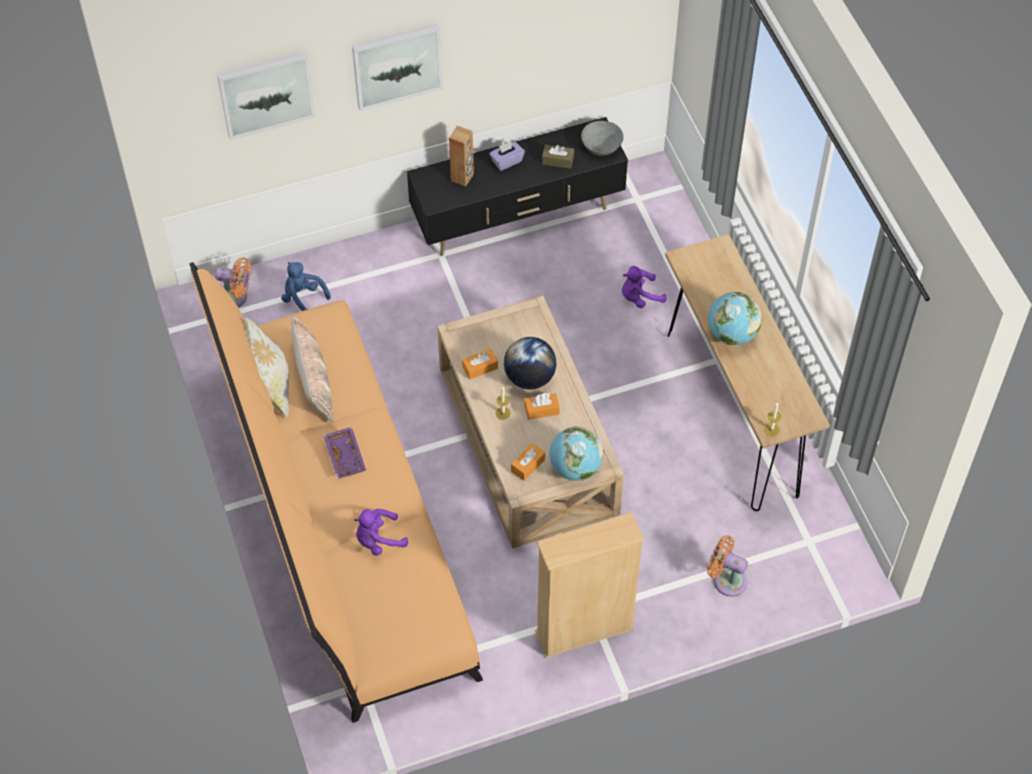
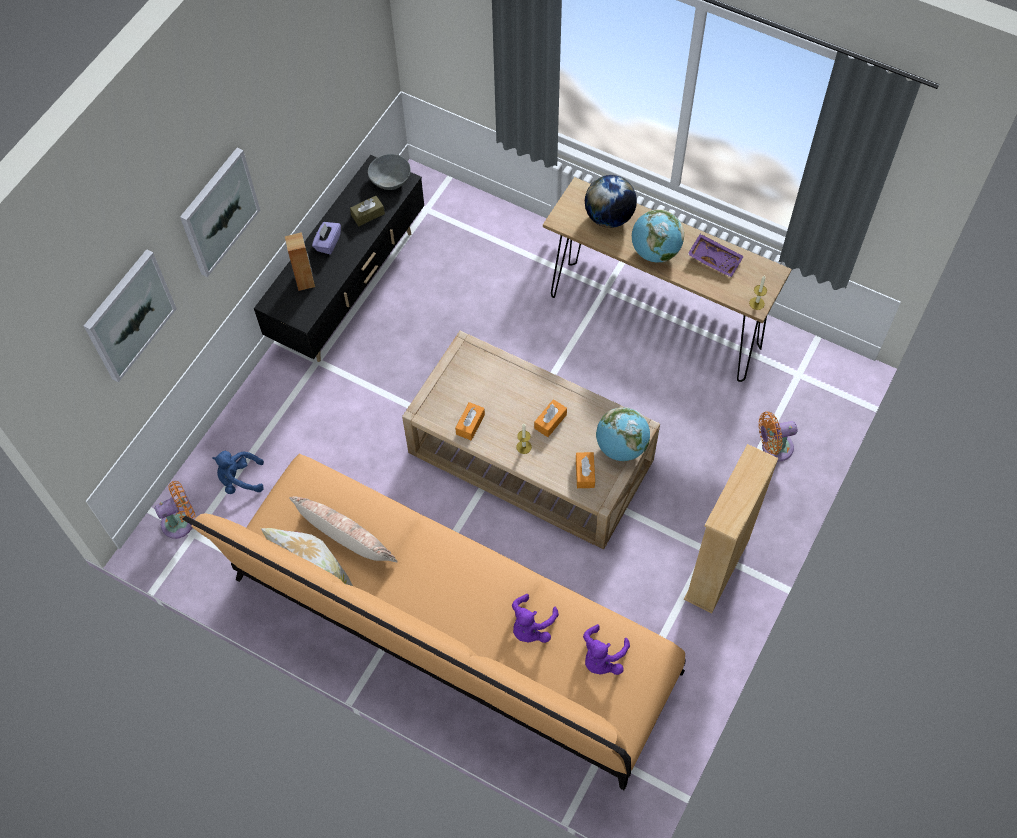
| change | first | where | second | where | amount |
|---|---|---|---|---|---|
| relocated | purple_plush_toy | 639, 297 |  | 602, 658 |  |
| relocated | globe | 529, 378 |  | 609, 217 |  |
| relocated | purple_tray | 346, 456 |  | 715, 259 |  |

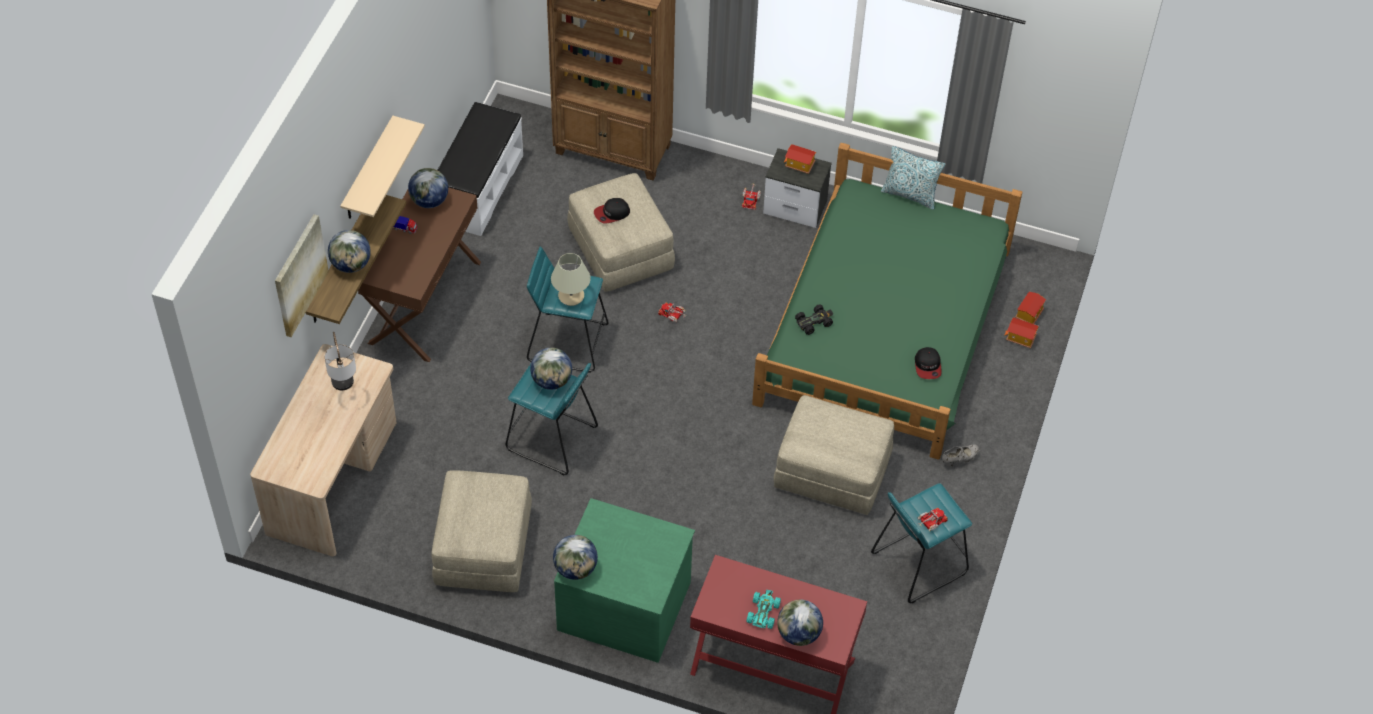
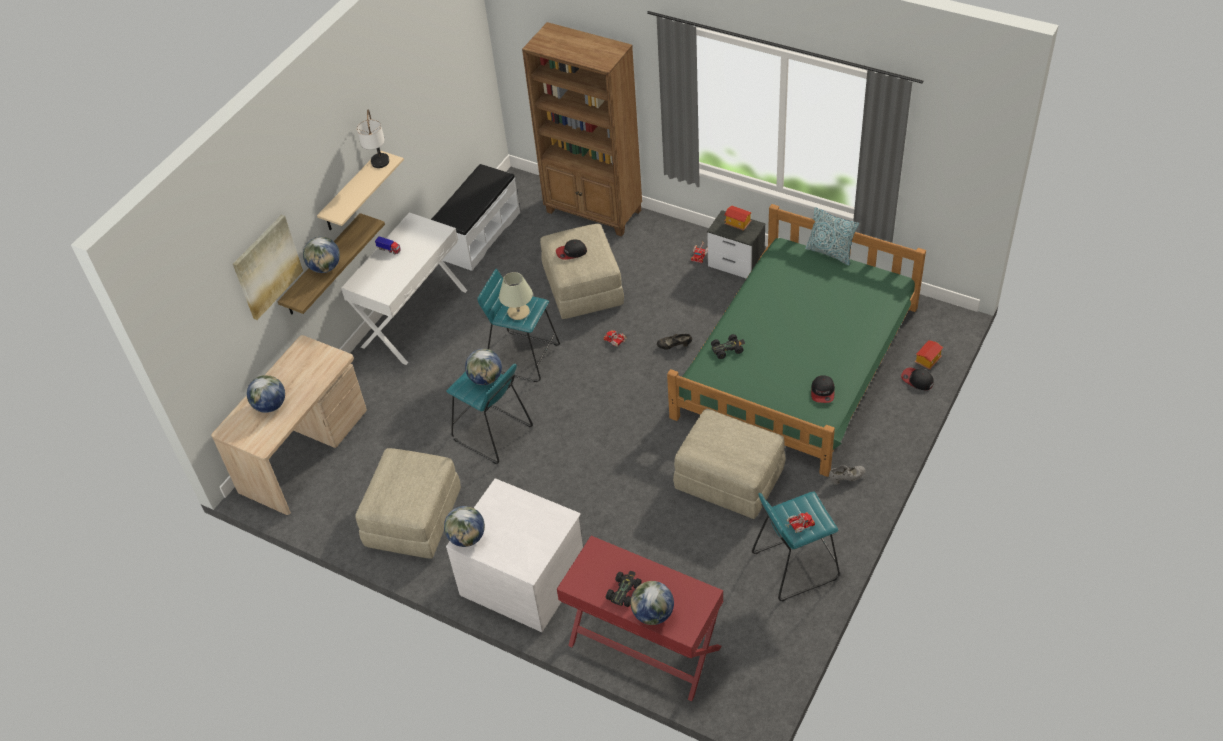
| change | first | where | second | where | amount |
|---|---|---|---|---|---|
| relocated | globe | 429, 201 |  | 270, 406 |  |
| colour | brown_console_table | 424, 302 | white_console_table | 414, 318 |  |
| exchanged | toy_house | 1020, 338 | cap | 917, 380 |  |
| relocated | table_lamp | 344, 390 |  | 380, 168 |  |
| colour | green_dresser | 625, 604 | white_dresser | 524, 578 |  |
| colour | turquoise_toy_car | 763, 612 | black_toy_car | 624, 591 |  |
| appeared |  |  | black_shoe | 674, 346 |  |

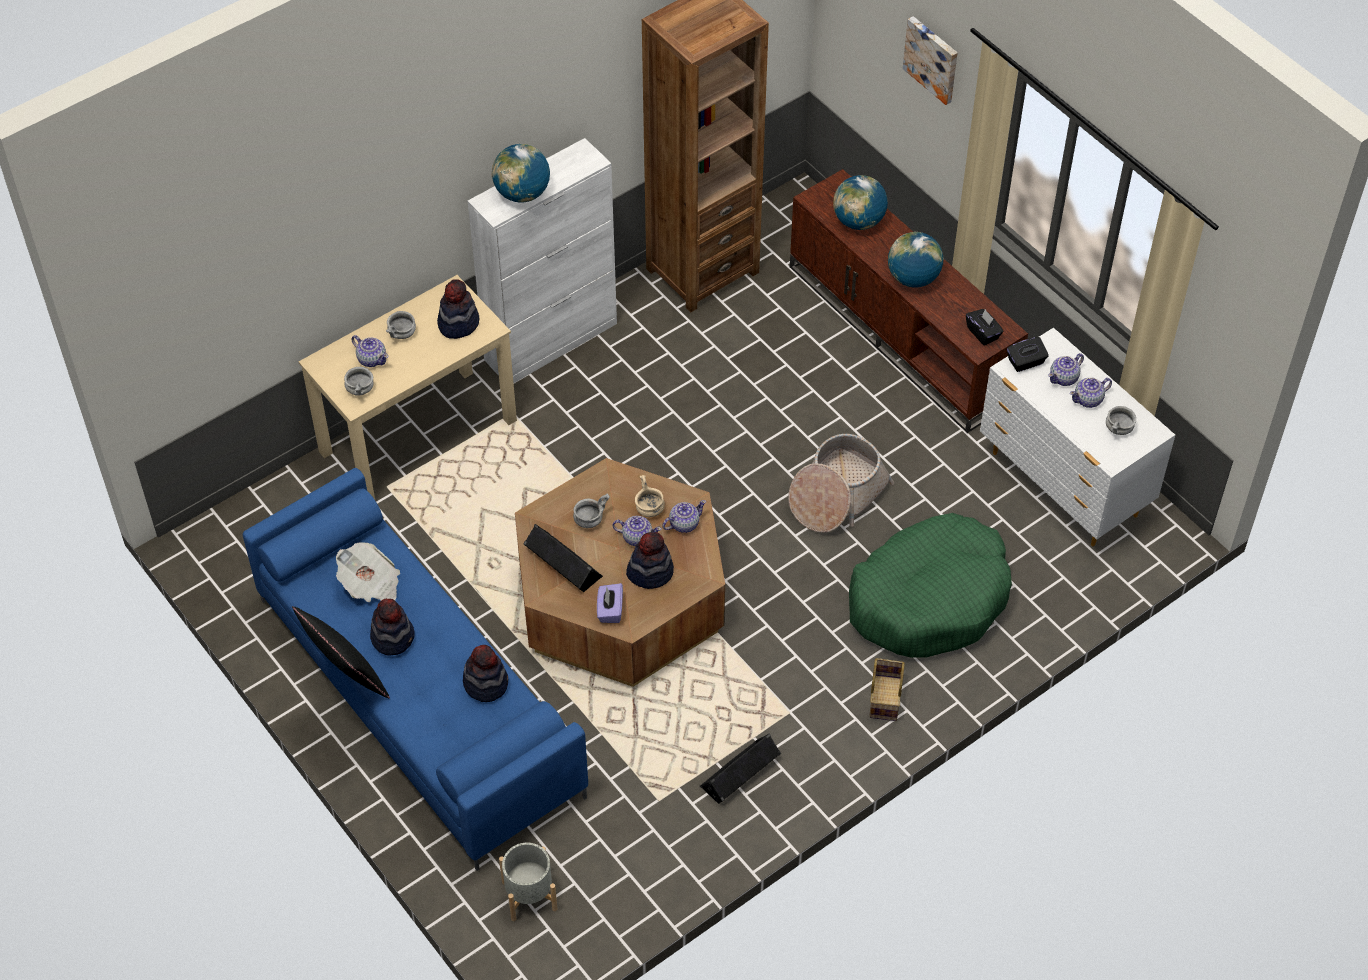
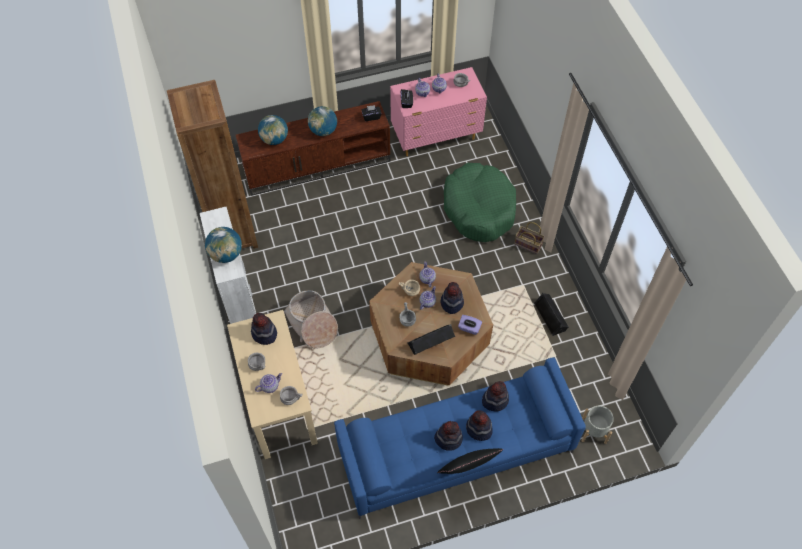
| change | first | where | second | where | amount |
|---|---|---|---|---|---|
| missing | picture | 932, 59 |  |  |  |
| colour | white_dresser | 1064, 486 | pink_dresser | 436, 137 |  |
| relocated | basket | 836, 495 |  | 312, 324 |  |
| missing | newspaper | 371, 584 |  |  |  |
| appeared |  |  | hat | 478, 429 |  |

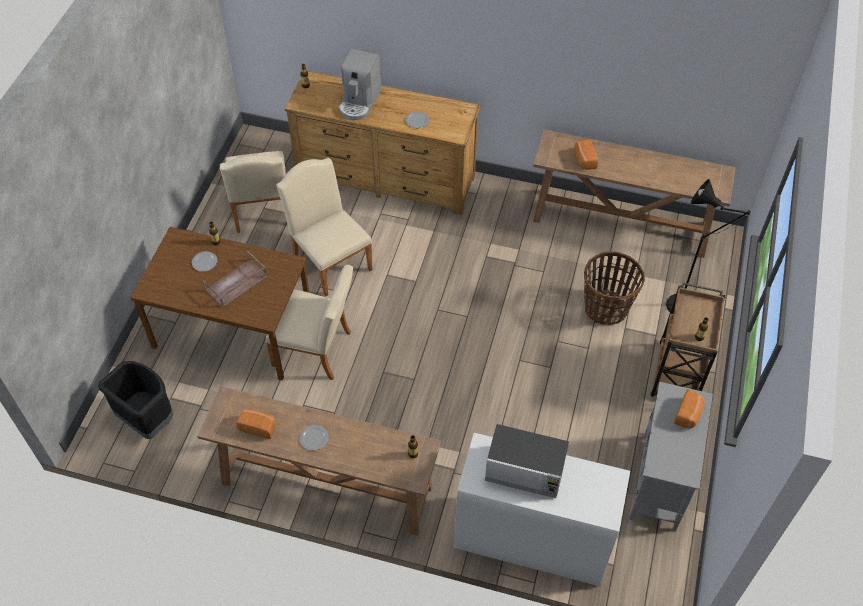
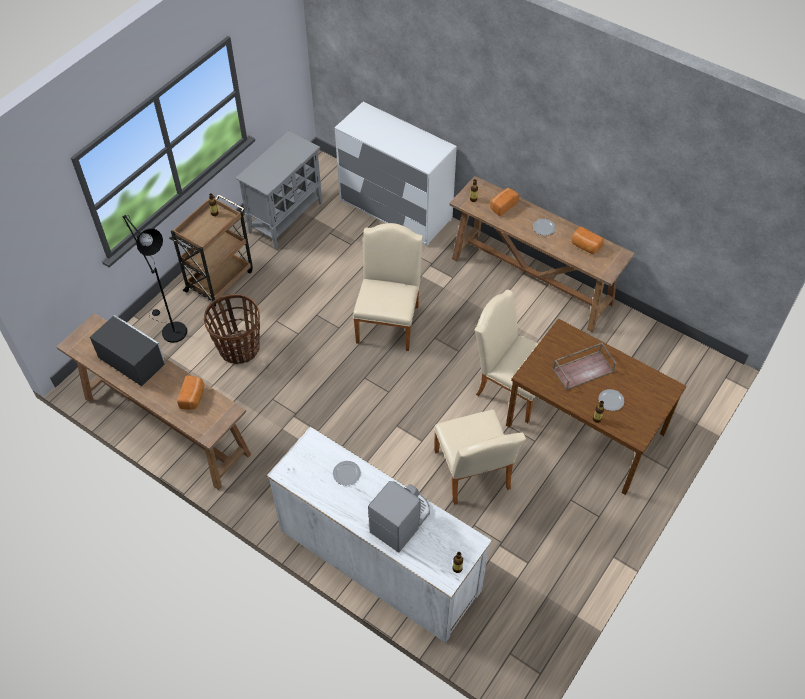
| change | first | where | second | where | amount |
|---|---|---|---|---|---|
| colour | brown_dresser | 386, 178 | white_dresser | 379, 560 |  |
| relocated | beige_chair | 262, 211 |  | 389, 320 |  |
| missing | black_trash_can | 147, 419 |  |  |  |
| relocated | bread | 688, 414 |  | 502, 206 |  |
| relocated | microwave | 525, 471 |  | 131, 361 |  |

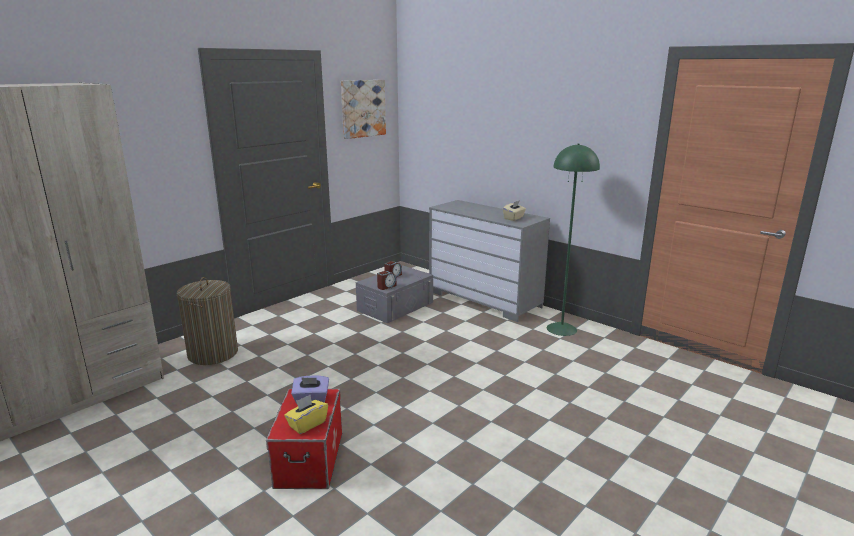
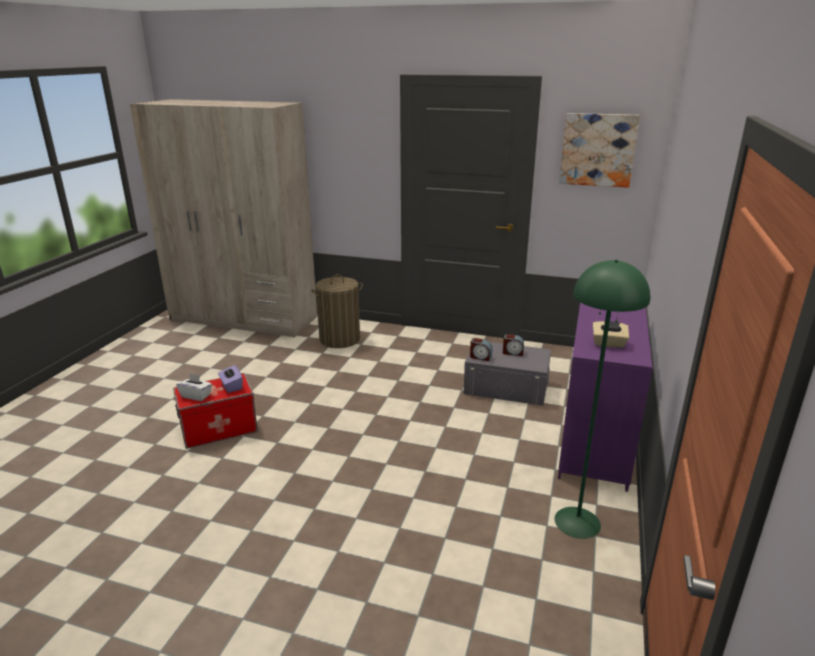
| change | first | where | second | where | amount |
|---|---|---|---|---|---|
| colour | grey_dresser | 484, 299 | purple_dresser | 596, 438 |  |
| colour | yellow_tissue_box | 307, 424 | white_tissue_box | 196, 395 |  |

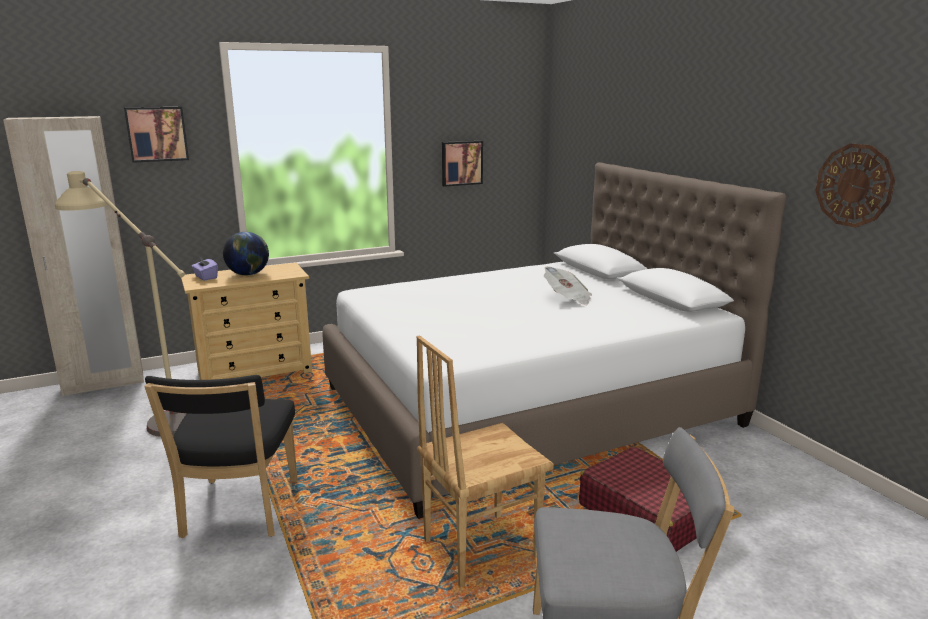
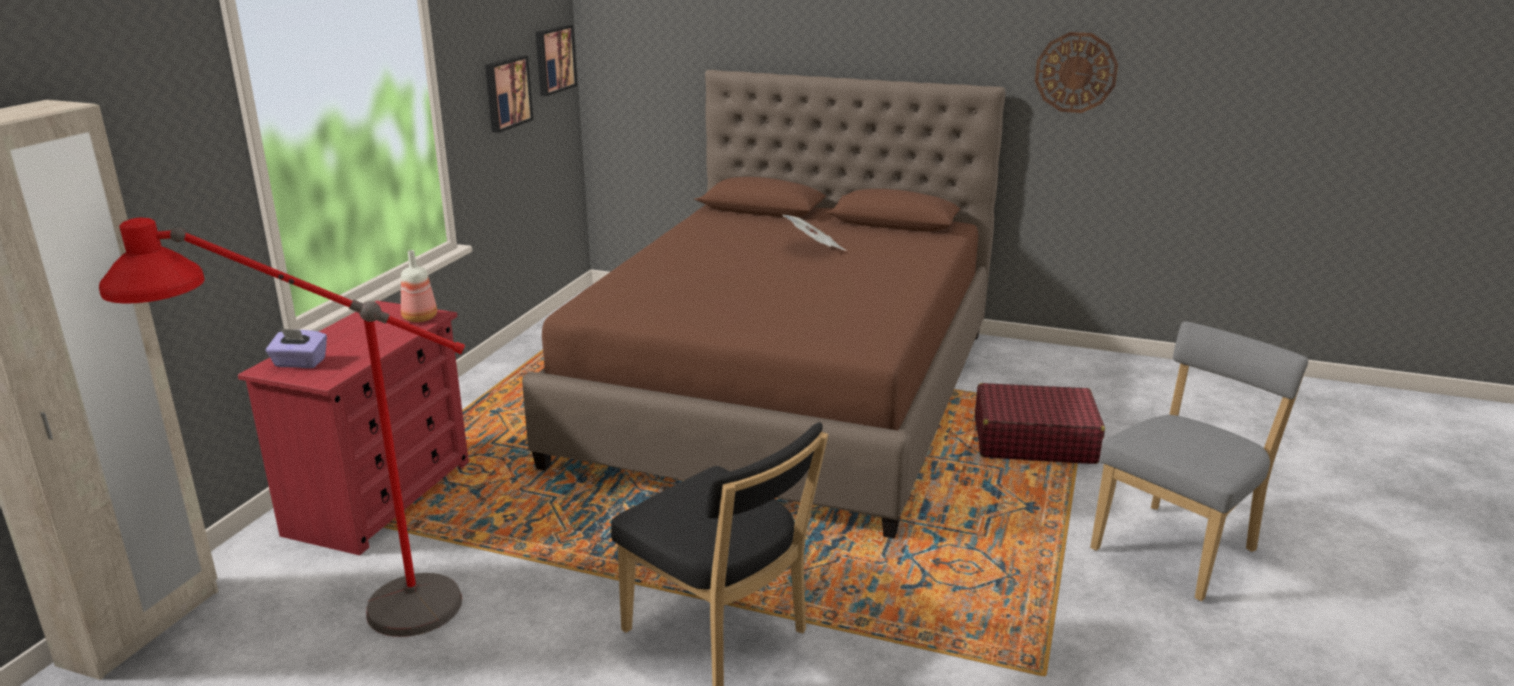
| change | first | where | second | where | amount |
|---|---|---|---|---|---|
| relocated | picture | 157, 134 |  | 553, 59 |  |
| colour | white_bed | 528, 406 | brown_bed | 786, 394 |  |
| colour | beige_floor_lamp | 151, 414 | red_floor_lamp | 345, 616 |  |
| missing | globe | 248, 274 |  |  |  |
| colour | beige_dresser | 255, 371 | red_dresser | 380, 497 |  |
| missing | brown_chair | 479, 549 |  |  |  |
| appeared |  |  | bottle | 420, 318 |  |

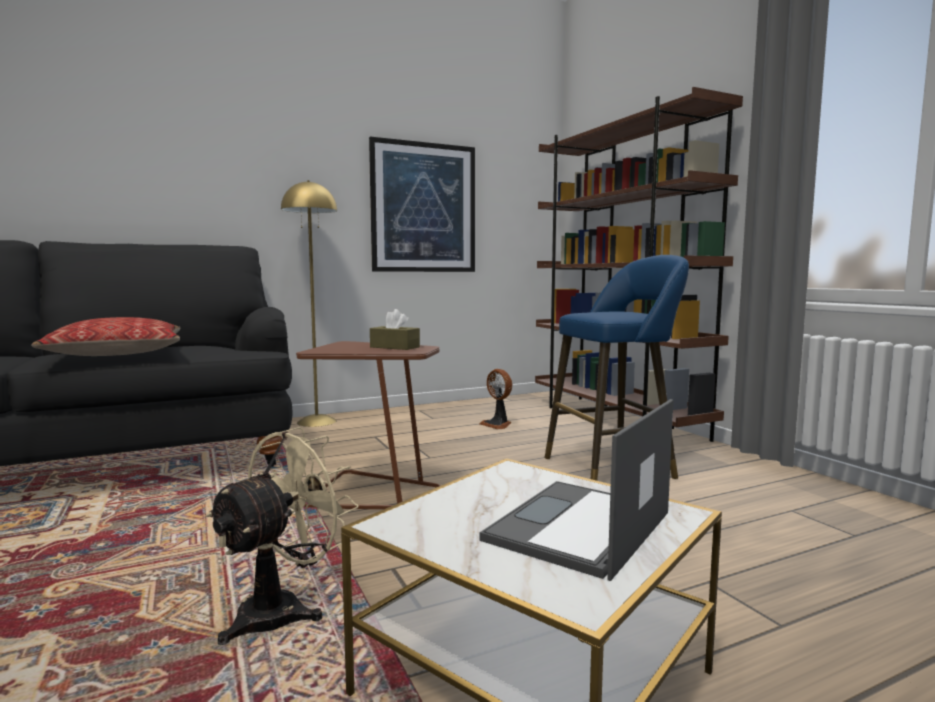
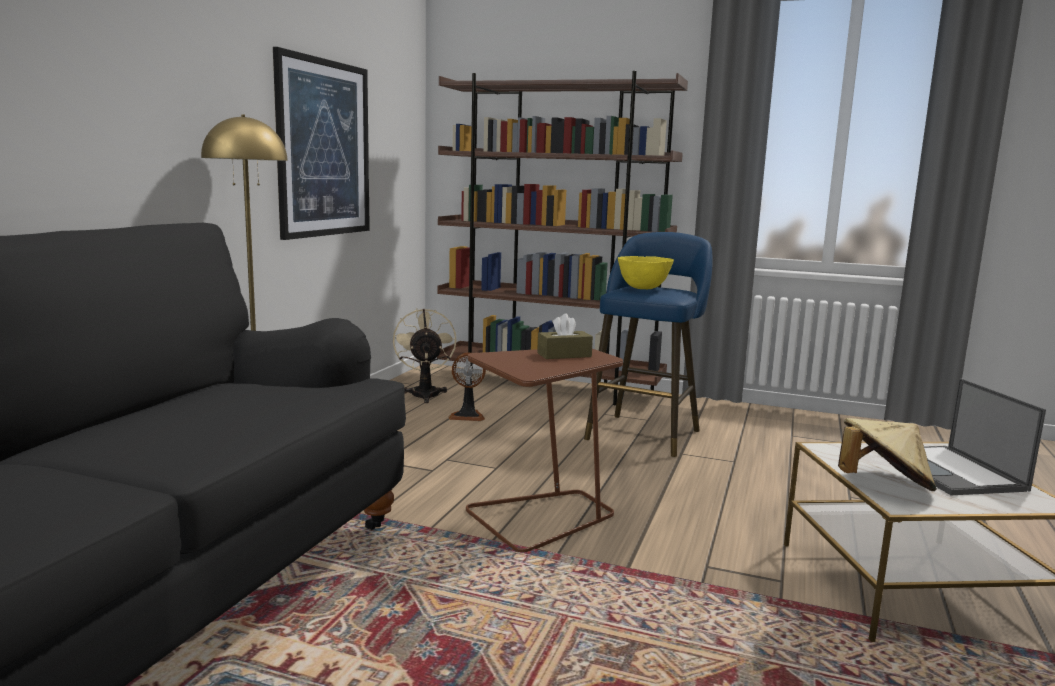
| change | first | where | second | where | amount |
|---|---|---|---|---|---|
| missing | pillow | 117, 353 |  |  |  |
| relocated | beige_fan | 283, 609 |  | 425, 393 |  |
| appeared |  |  | yellow_bowl | 643, 288 |  |
| appeared |  |  | beige_hat | 883, 485 |  |

